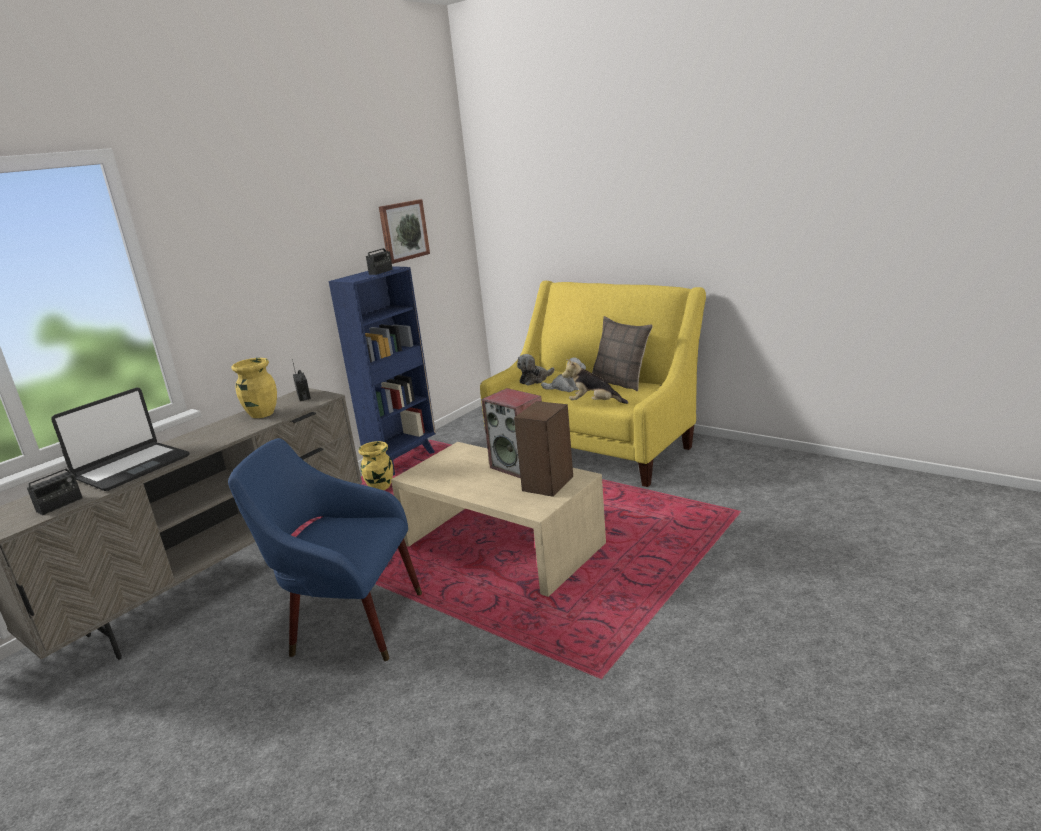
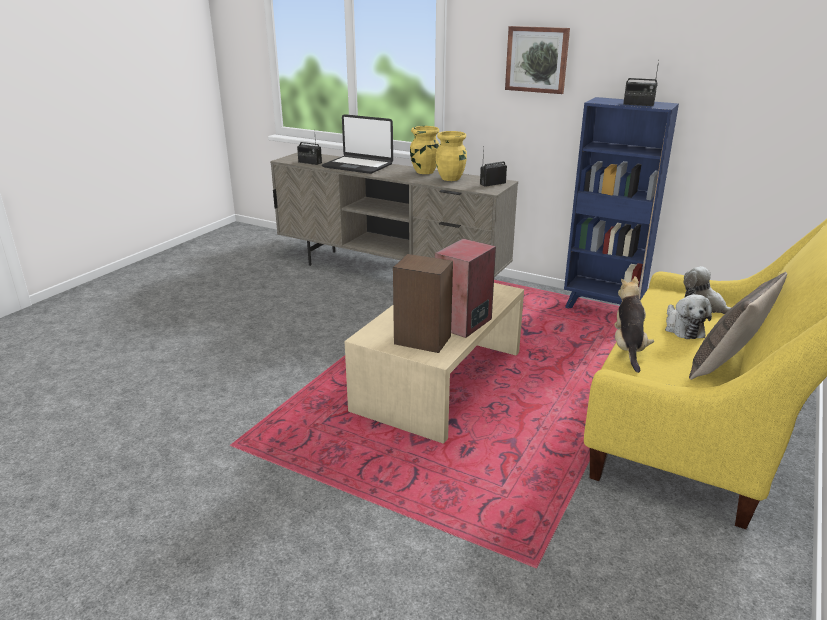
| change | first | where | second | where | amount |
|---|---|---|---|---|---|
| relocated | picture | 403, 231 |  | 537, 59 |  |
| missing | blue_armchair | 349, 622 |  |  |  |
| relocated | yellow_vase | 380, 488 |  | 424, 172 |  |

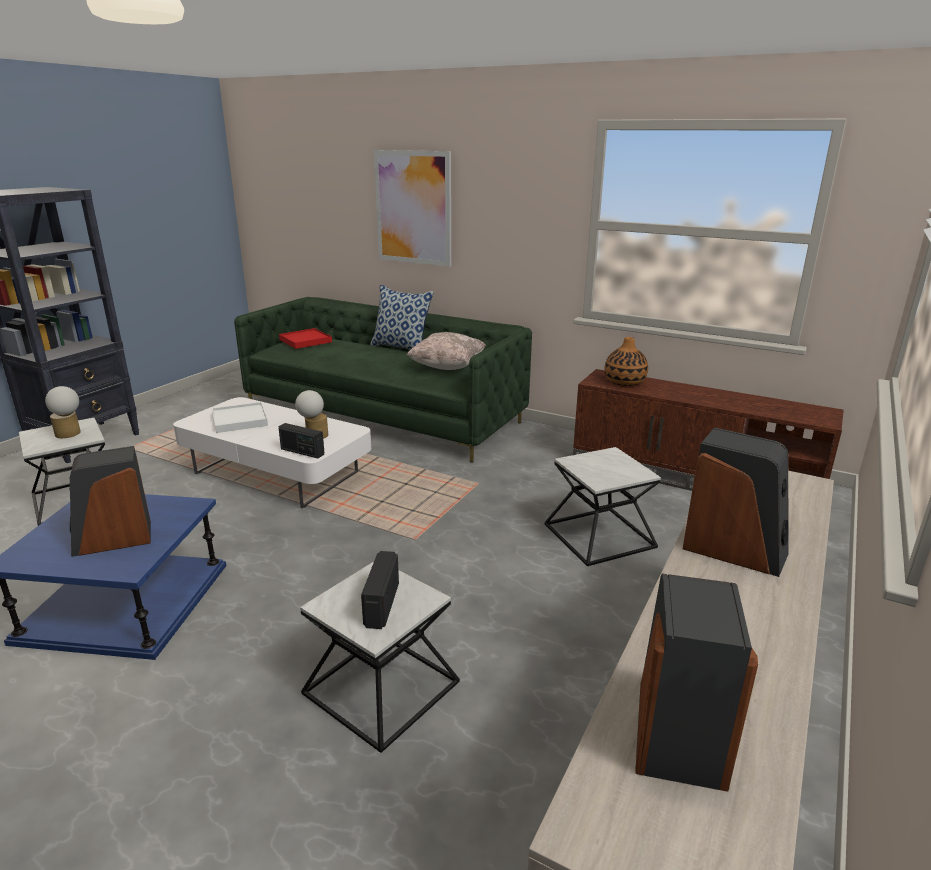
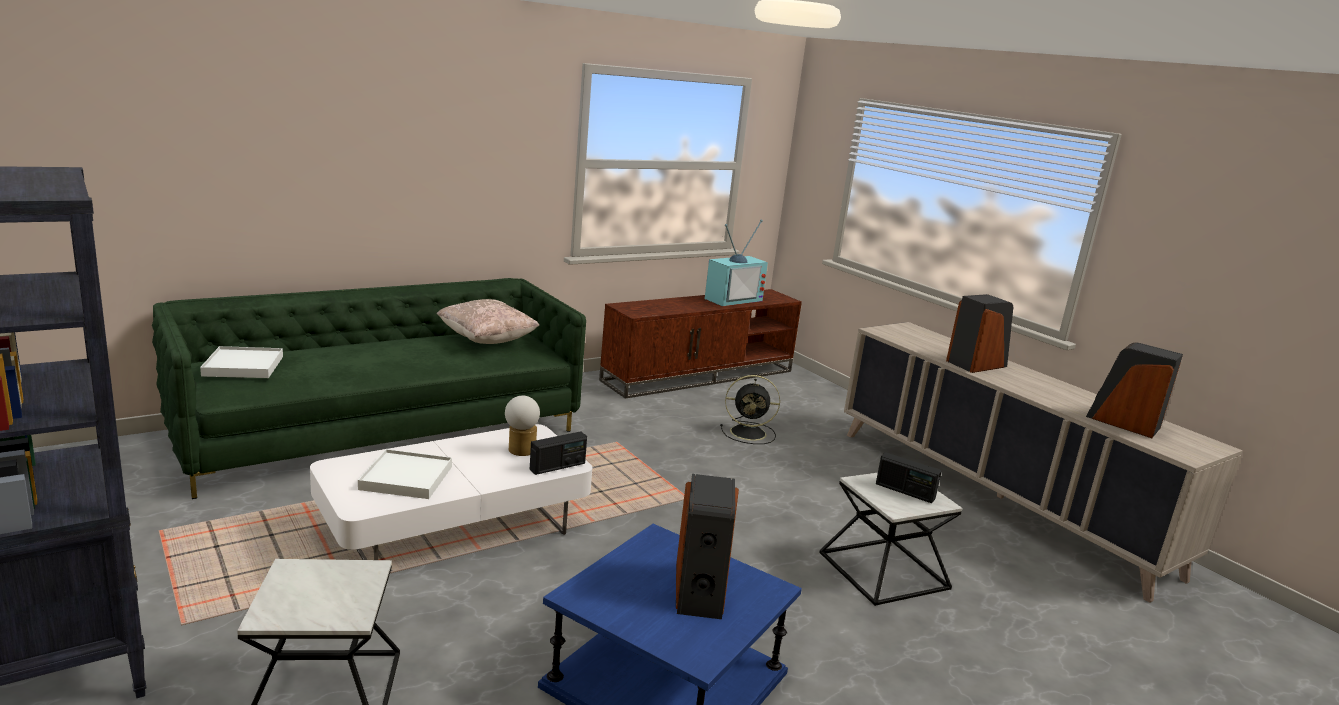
| change | first | where | second | where | amount |
|---|---|---|---|---|---|
| missing | picture | 413, 208 |  |  |  |
| missing | pillow | 401, 348 |  |  |  |
| colour | red_tray | 305, 341 | white_tray | 243, 366 |  |
| missing | vase | 624, 382 |  |  |  |
| missing | table_lamp | 69, 434 |  |  |  |
| exchanged | side_table | 600, 535 | black_fan | 749, 433 |  |
| appeared |  |  | television | 732, 299 |  |

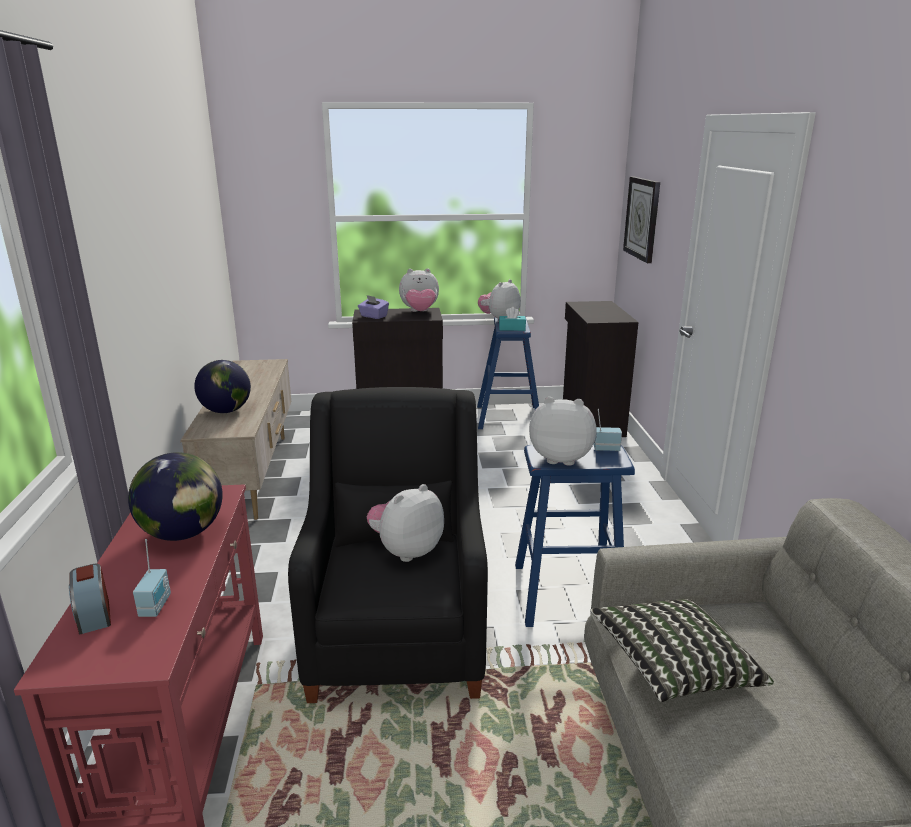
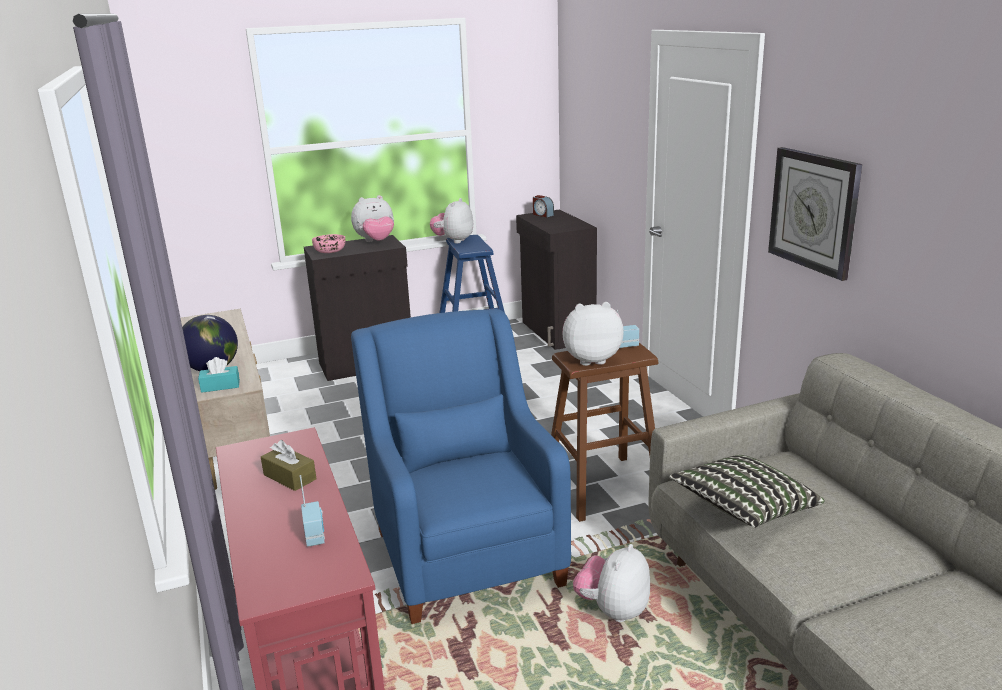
| change | first | where | second | where | amount |
|---|---|---|---|---|---|
| relocated | wall_clock | 642, 218 |  | 814, 211 |  |
| exchanged | purple_tissue_box | 373, 316 | pink_bowl | 330, 251 |  |
| relocated | turquoise_tissue_box | 512, 328 |  | 220, 386 |  |
| colour | black_armchair | 398, 633 | blue_armchair | 465, 550 |  |
| colour | blue_stool | 567, 593 | brown_stool | 602, 487 |  |
| exchanged | globe | 183, 533 | brown_tissue_box | 290, 477 |  |
| relocated | plush_toy | 406, 551 |  | 613, 610 |  |
| relocated | alarm_clock | 93, 615 |  | 542, 214 |  |

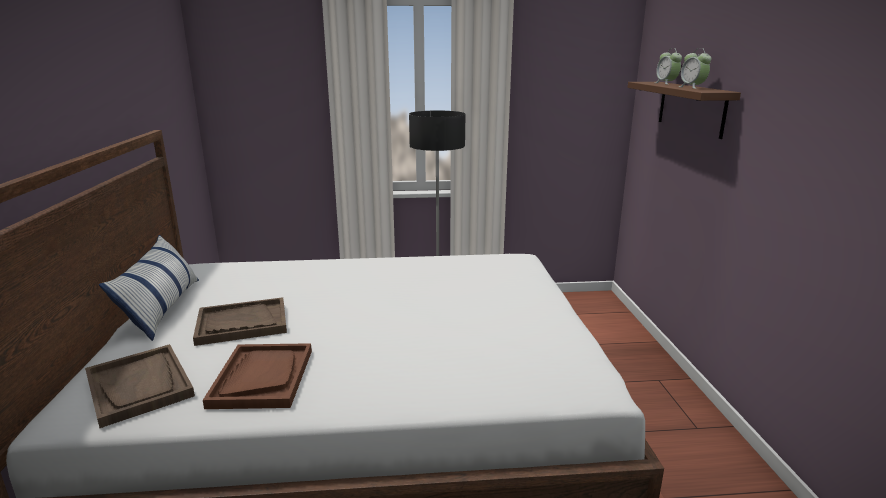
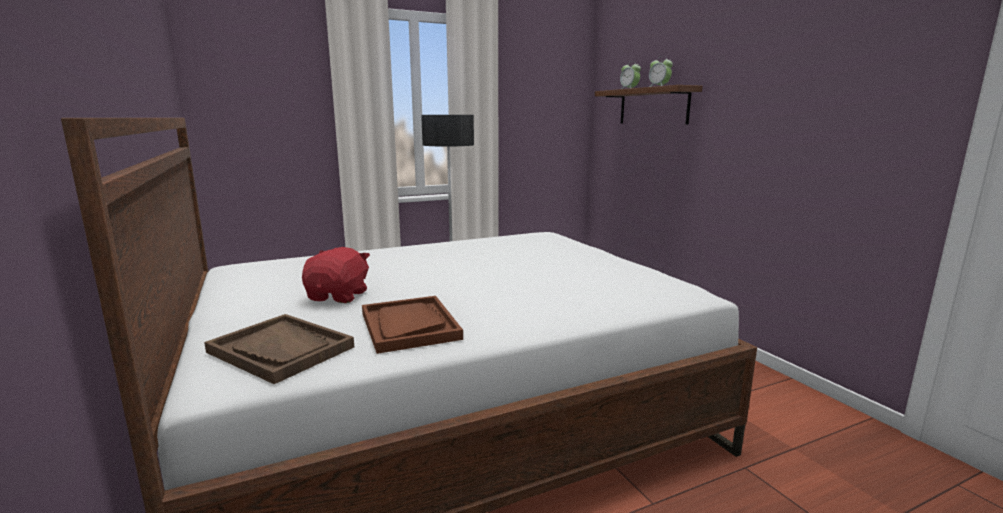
| change | first | where | second | where | amount |
|---|---|---|---|---|---|
| missing | pillow | 162, 308 |  |  |  |
| exchanged | brown_tray | 242, 323 | red_plush_toy | 339, 296 |  |

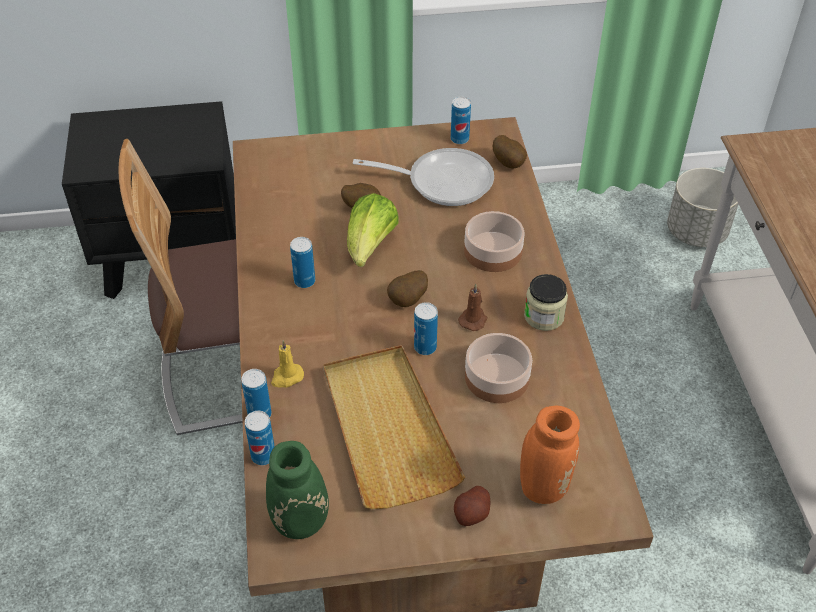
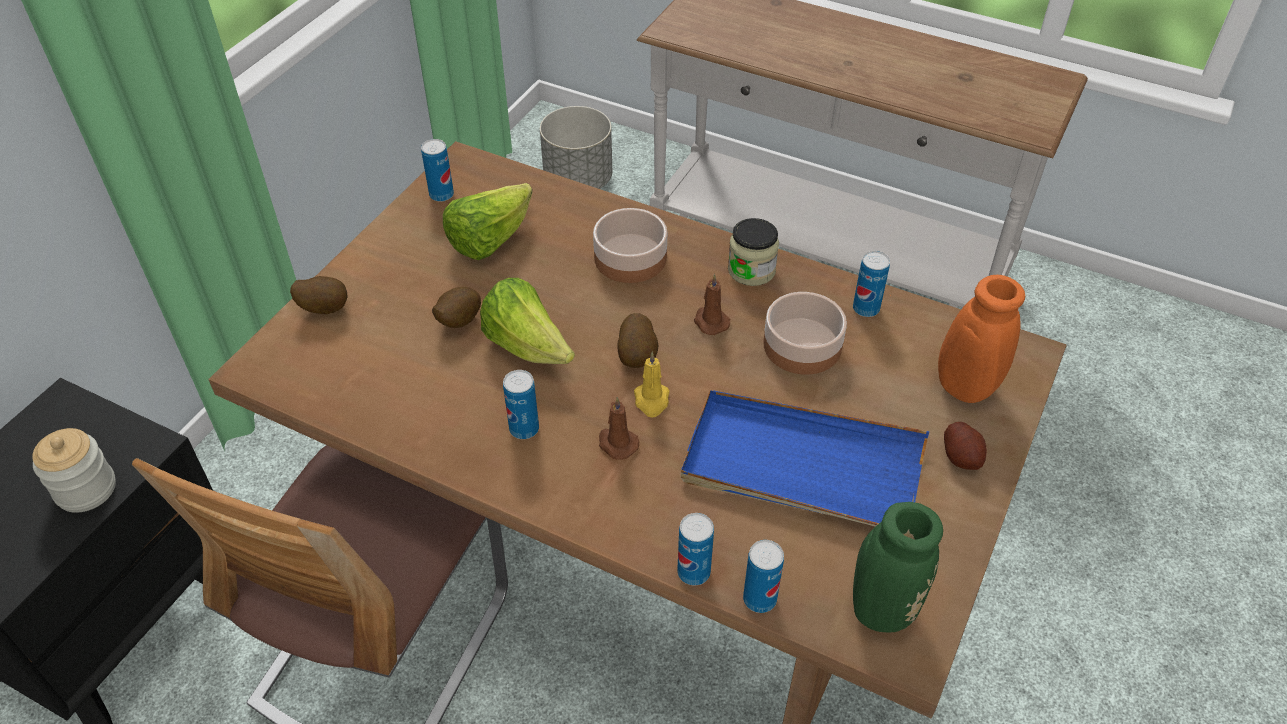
| change | first | where | second | where | amount |
|---|---|---|---|---|---|
| relocated | potato | 509, 163 |  | 325, 308 |  |
| exchanged | frying_pan | 442, 181 | lettuce | 490, 240 |  |
| relocated | can | 425, 347 |  | 866, 309 |  |
| relocated | yellow_candle | 286, 377 |  | 651, 401 |  |
| colour | beige_tray | 387, 428 | blue_tray | 802, 466 |  |
| appeared |  |  | brown_candle | 617, 443 |  |
| appeared |  |  | jar | 86, 489 |  |

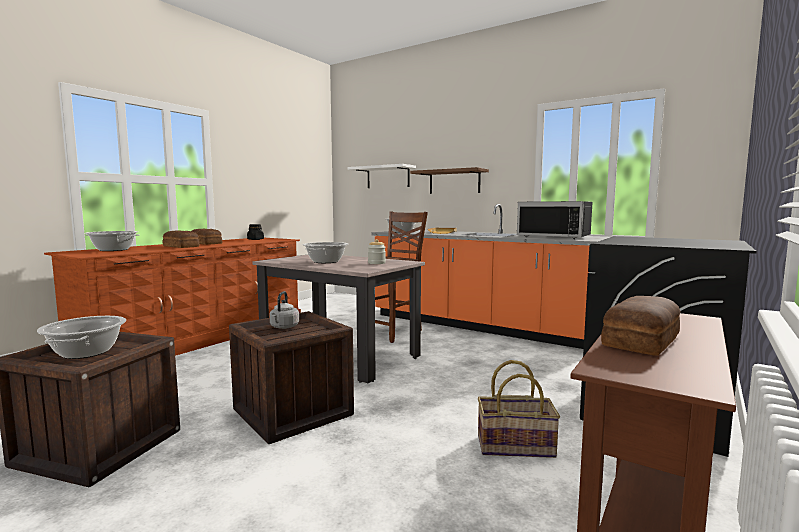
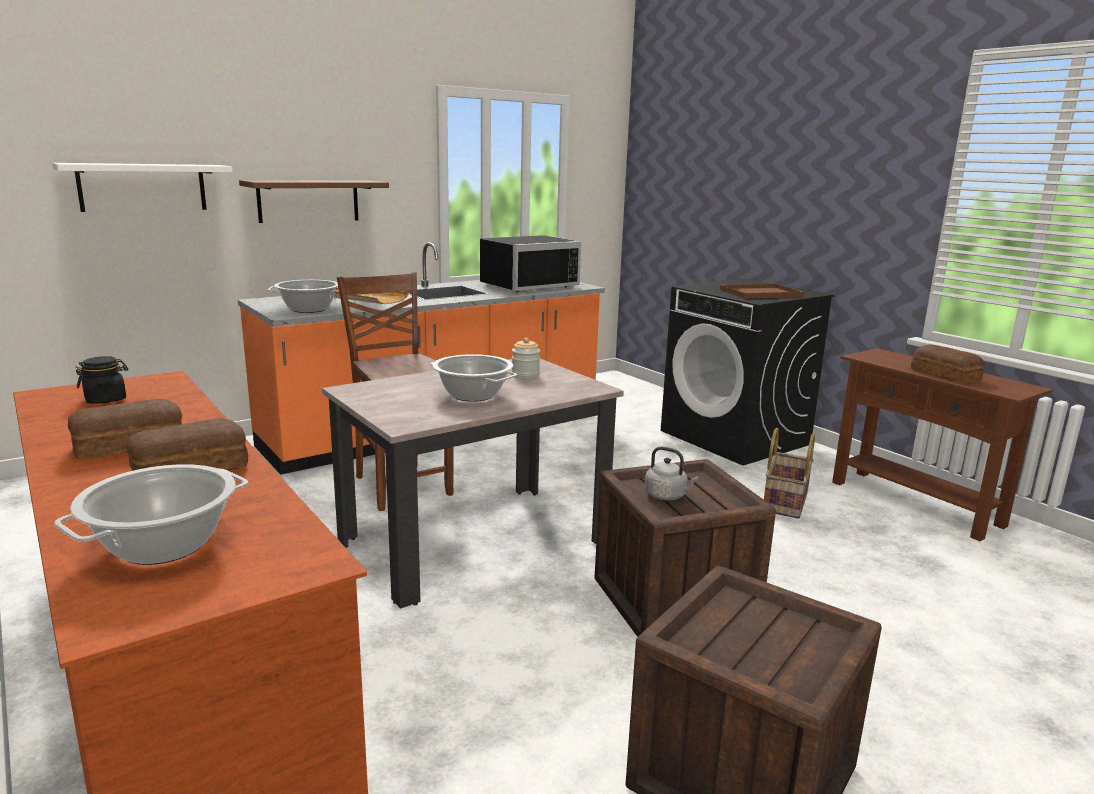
| change | first | where | second | where | amount |
|---|---|---|---|---|---|
| missing | cooking_pot | 86, 352 |  |  |  |
| appeared |  |  | brown_tray | 761, 293 |  |

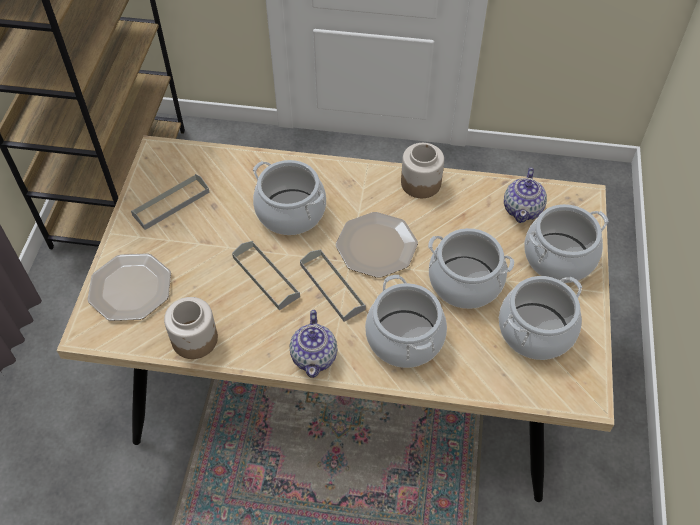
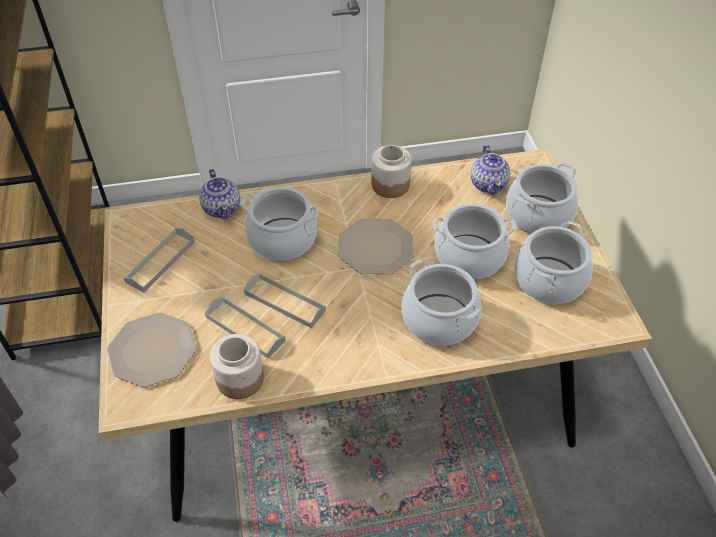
| change | first | where | second | where | amount |
|---|---|---|---|---|---|
| relocated | grey_tray | 332, 287 |  | 245, 329 |  |
| relocated | teapot | 314, 356 |  | 222, 208 |  |

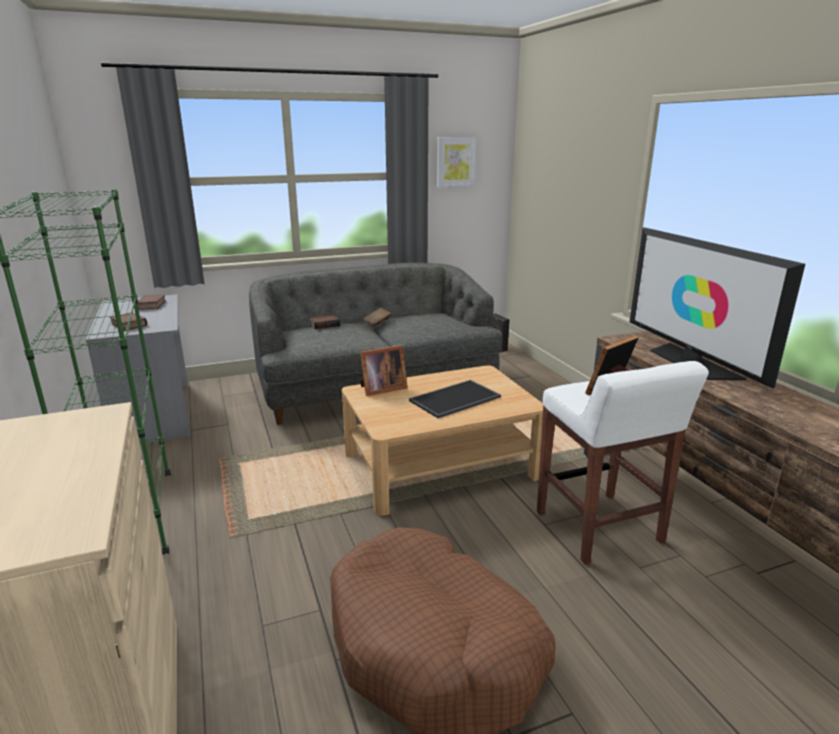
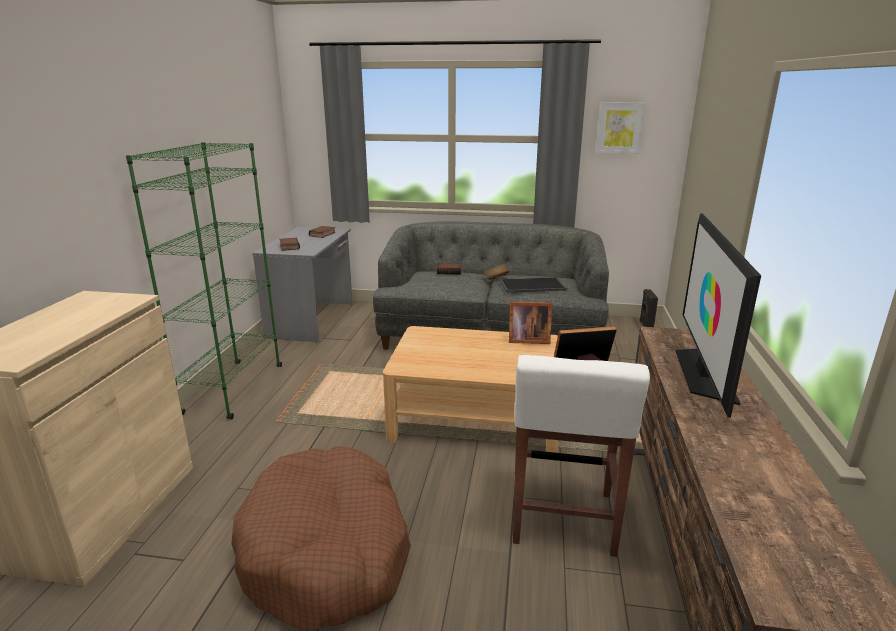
| change | first | where | second | where | amount |
|---|---|---|---|---|---|
| relocated | picture_frame | 381, 389 |  | 527, 340 |  |
| relocated | tray | 455, 399 |  | 532, 286 |  |

